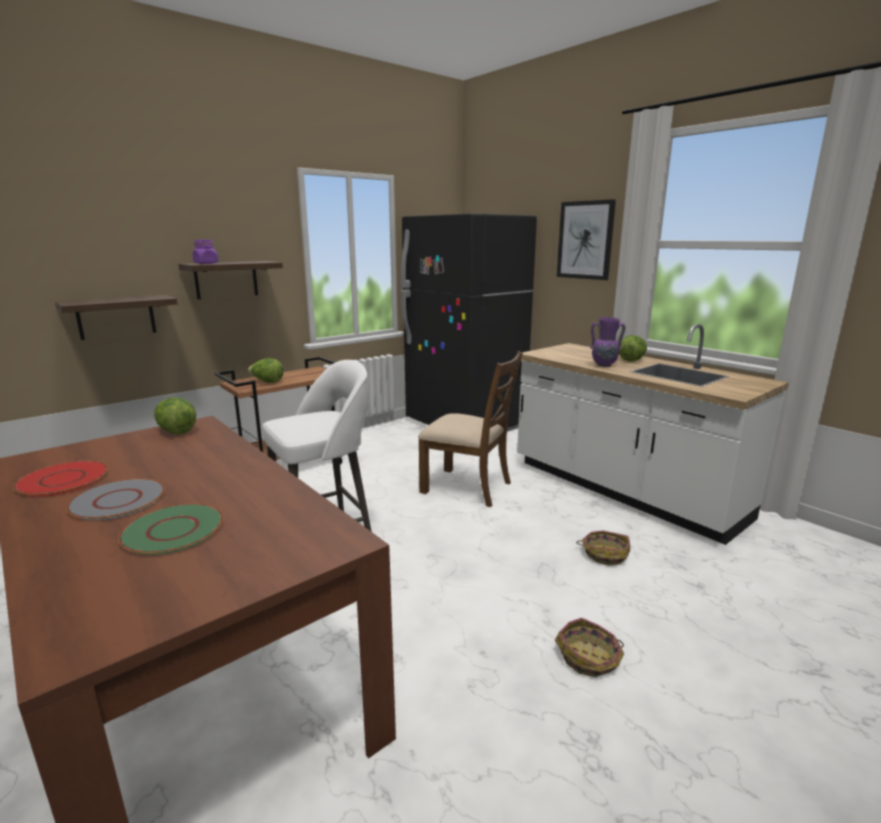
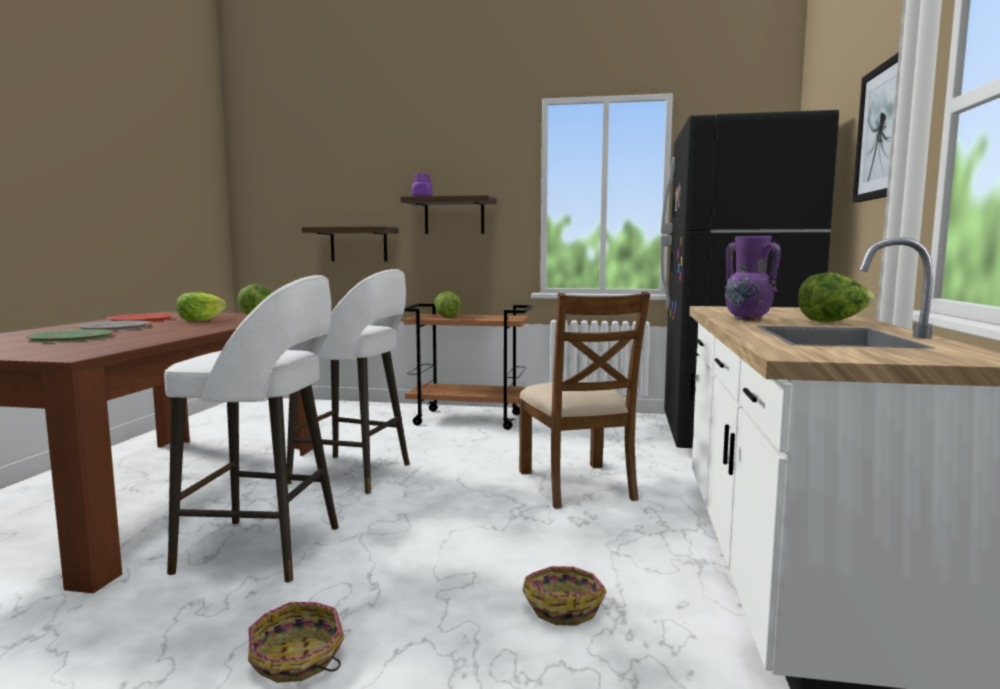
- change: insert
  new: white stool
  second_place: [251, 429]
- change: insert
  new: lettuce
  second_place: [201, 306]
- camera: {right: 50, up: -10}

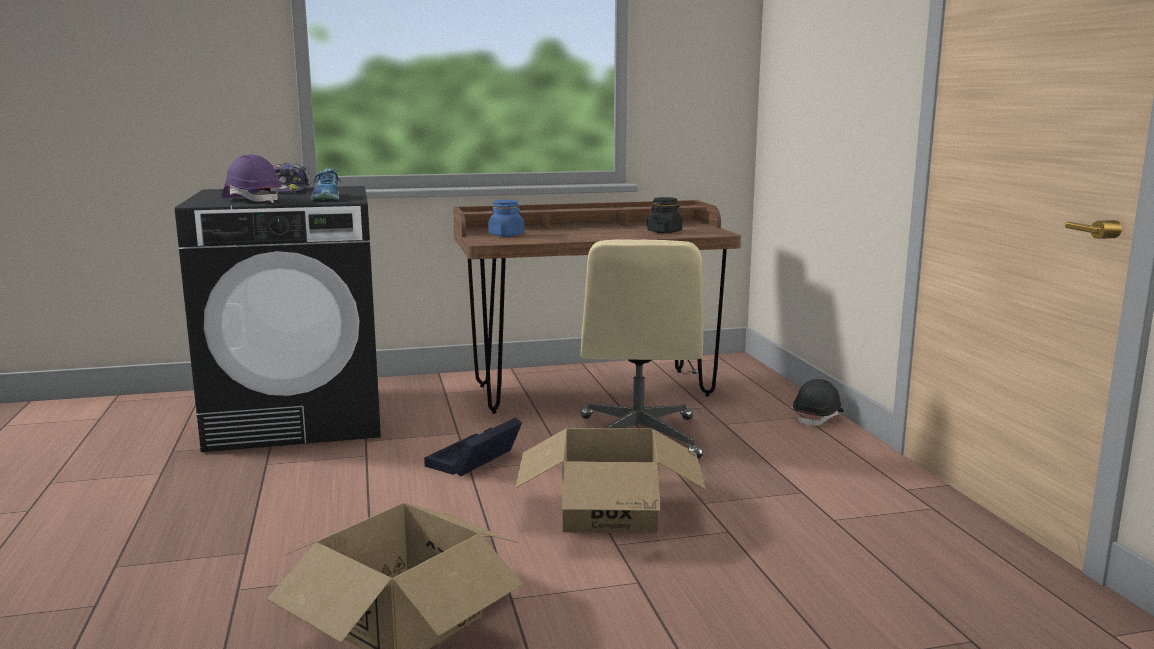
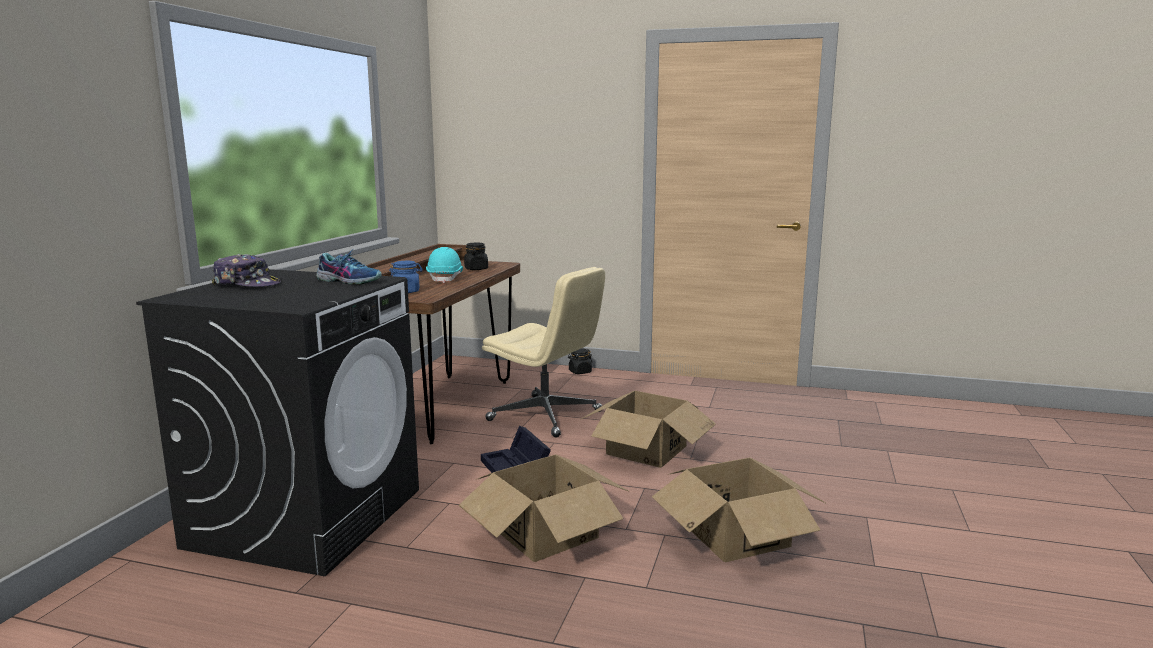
- change: delete
  old: purple hard hat
  first_place: [251, 179]
- change: replace
  old: black hard hat
  new: black jar
  first_place: [818, 403]
  second_place: [580, 361]
- change: insert
  new: turquoise hard hat
  second_place: [444, 265]
- change: insert
  new: cardboard box
  second_place: [543, 508]
- camera: {right: -60, up: 0}

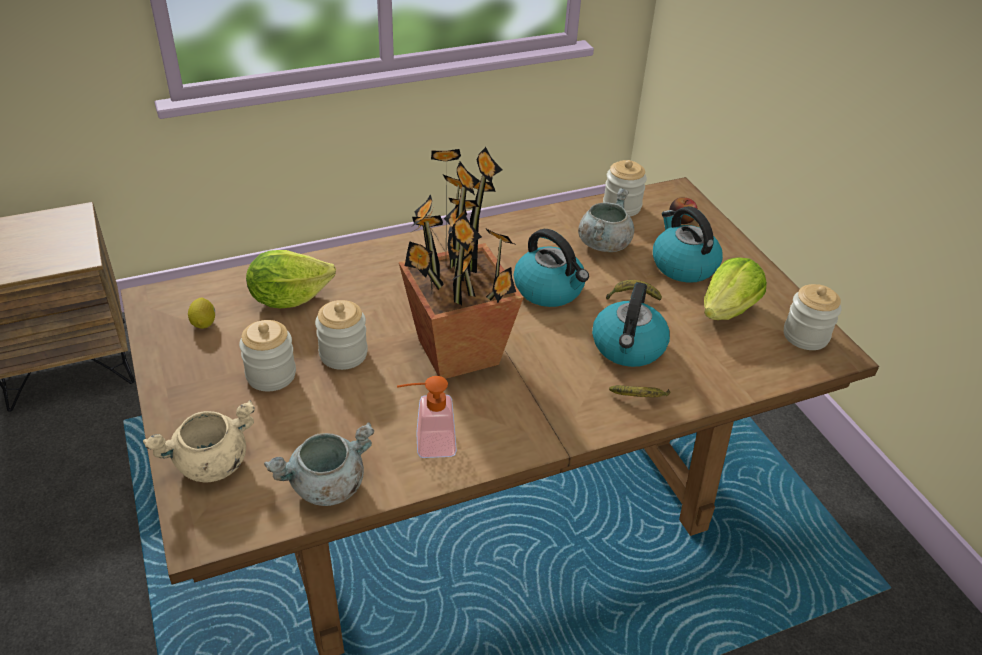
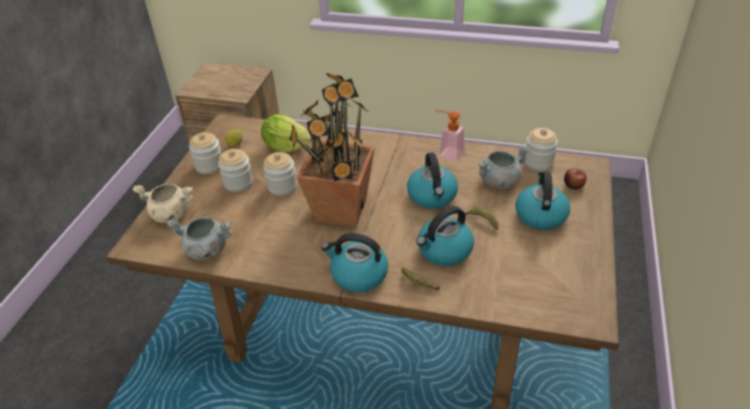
- change: move
  old: soap dispenser
  first_place: [427, 417]
  second_place: [450, 135]
- change: delete
  old: lettuce
  first_place: [735, 288]
- change: move
  old: jar
  first_place: [812, 317]
  second_place: [205, 153]
- change: insert
  new: kettle
  second_place: [354, 262]
- camera: {right: 40, up: 0}

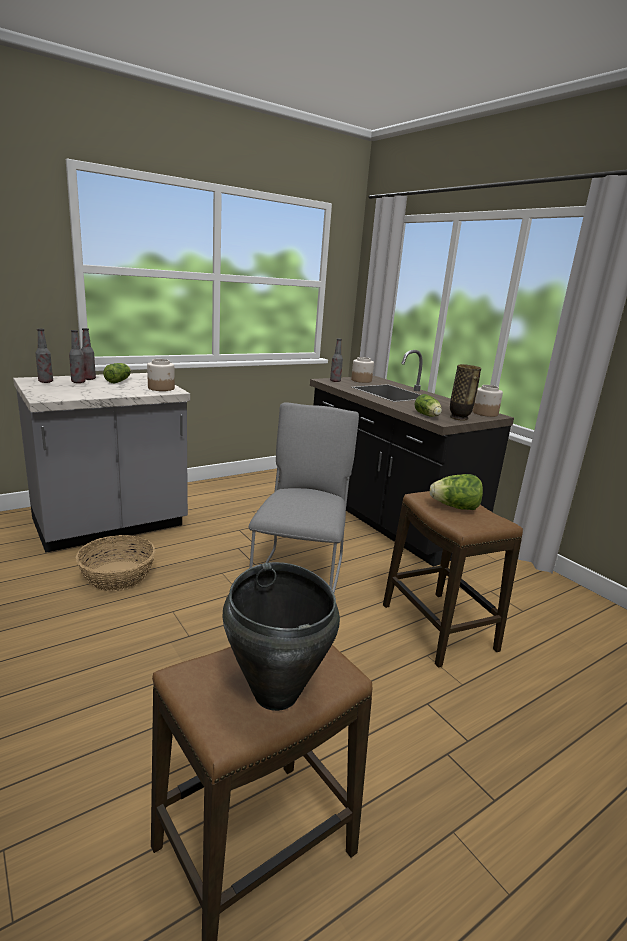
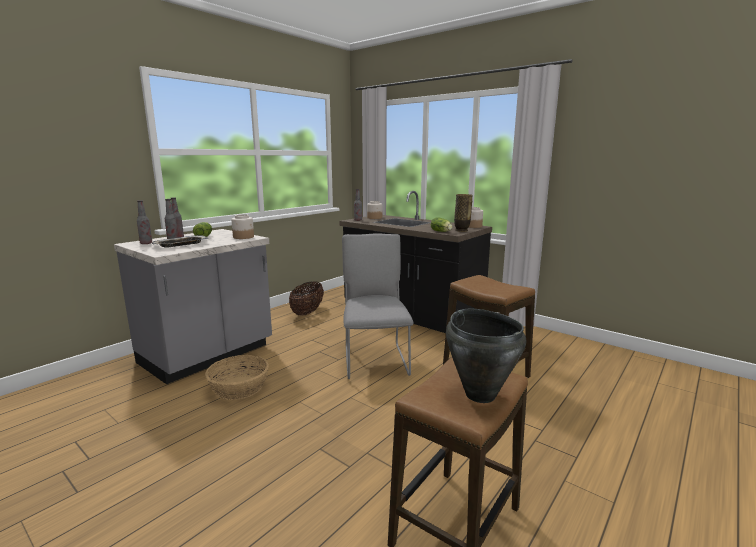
- change: delete
  old: lettuce
  first_place: [456, 492]
- change: insert
  new: tray
  second_place: [180, 241]
- change: insert
  new: basket
  second_place: [306, 298]
- camera: {right: -15, up: -5}

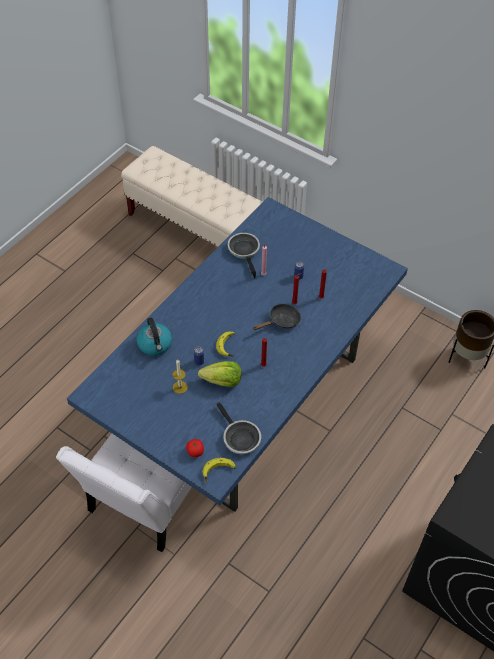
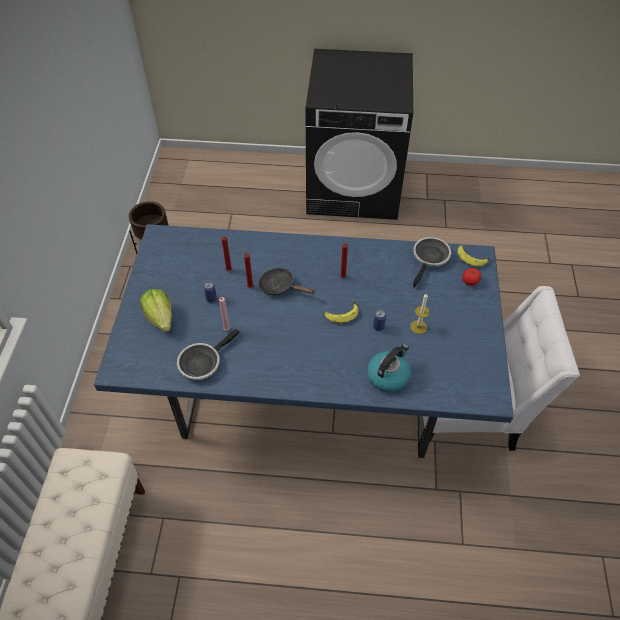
- change: move
  old: lettuce
  first_place: [219, 374]
  second_place: [156, 310]
- camera: {right: -120, up: 0}

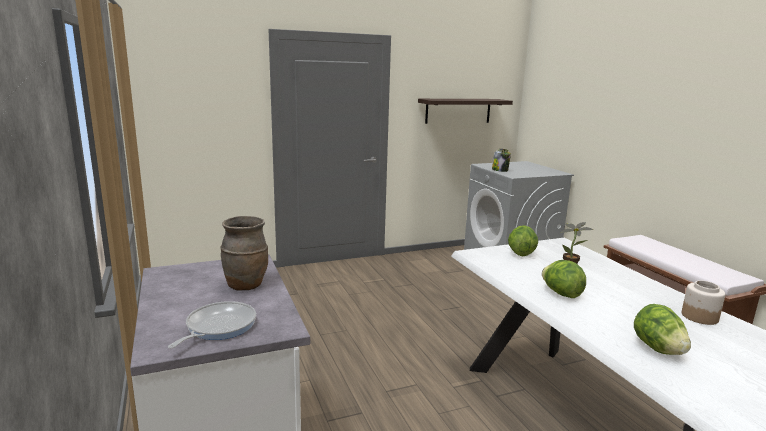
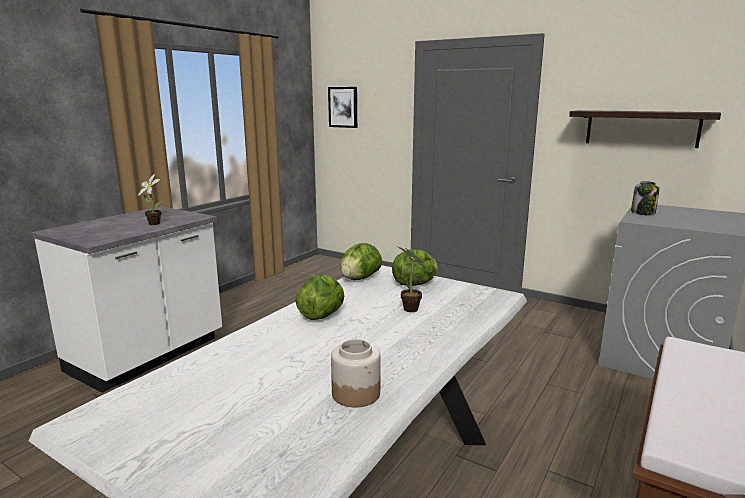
- change: delete
  old: frying pan
  first_place: [212, 325]
- change: replace
  old: brown vase
  new: potted plant
  first_place: [244, 253]
  second_place: [150, 199]
- change: move
  old: lettuce
  first_place: [662, 329]
  second_place: [361, 261]
- change: insert
  new: picture
  second_place: [342, 107]
- camera: {right: 55, up: 0}

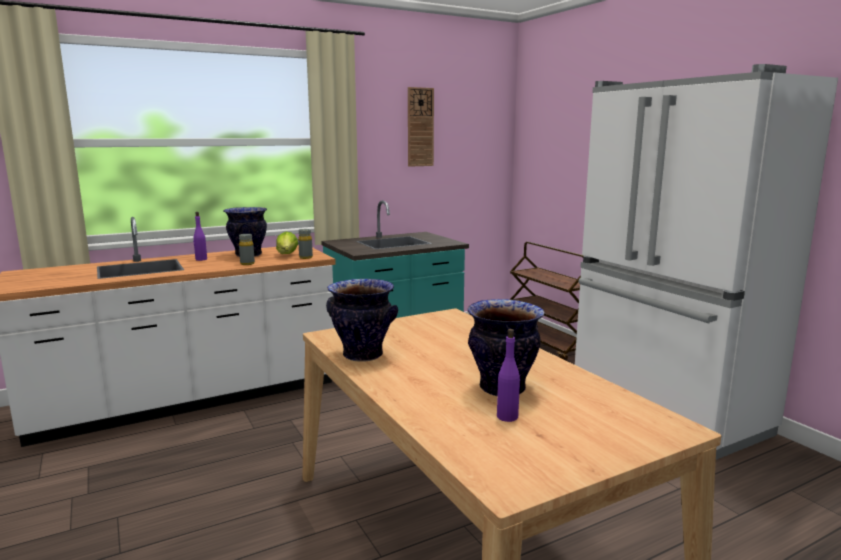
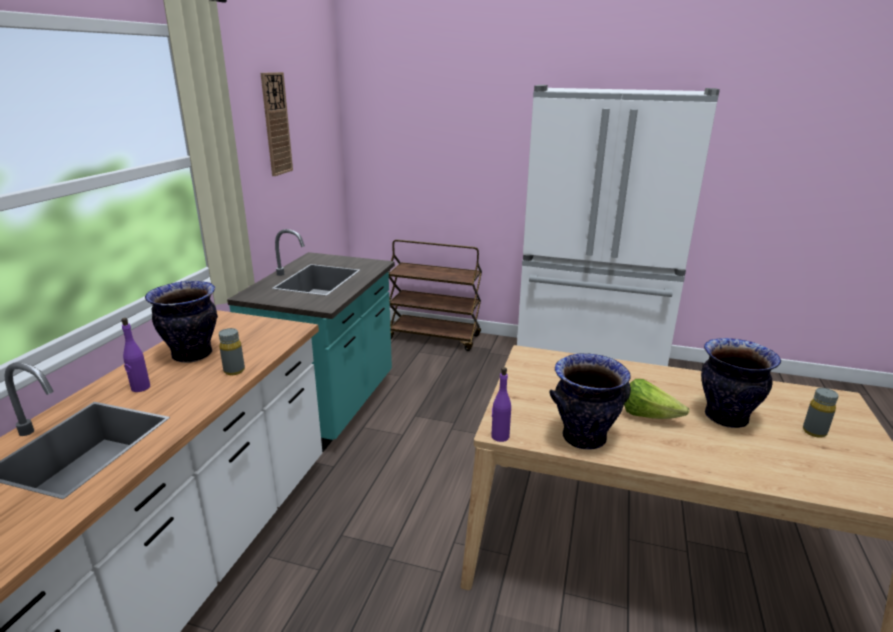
- change: move
  old: lettuce
  first_place: [287, 242]
  second_place: [656, 399]
- change: move
  old: grey bottle
  first_place: [305, 244]
  second_place: [821, 413]
- change: move
  old: purple bottle
  first_place: [508, 375]
  second_place: [501, 404]
- camera: {right: -45, up: 10}

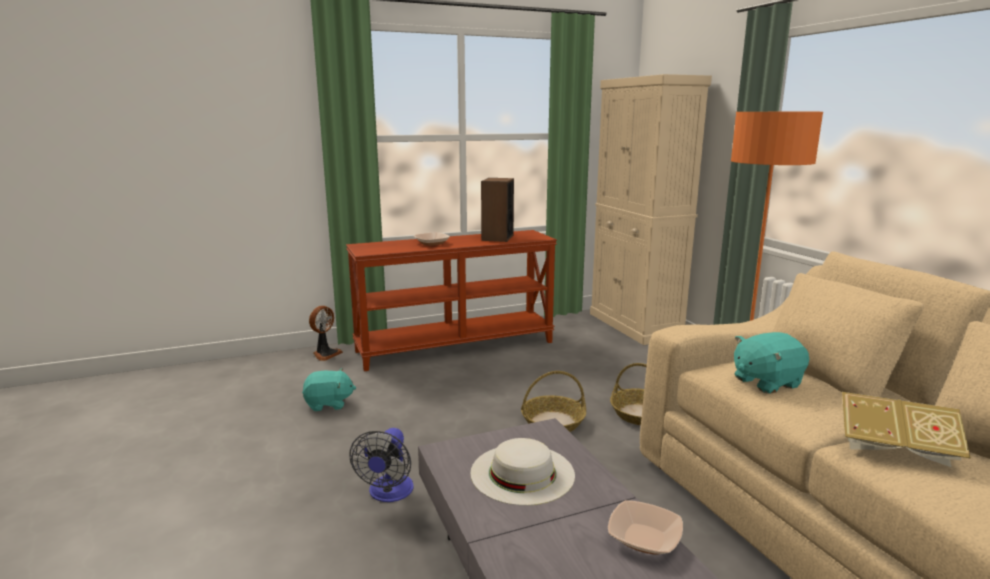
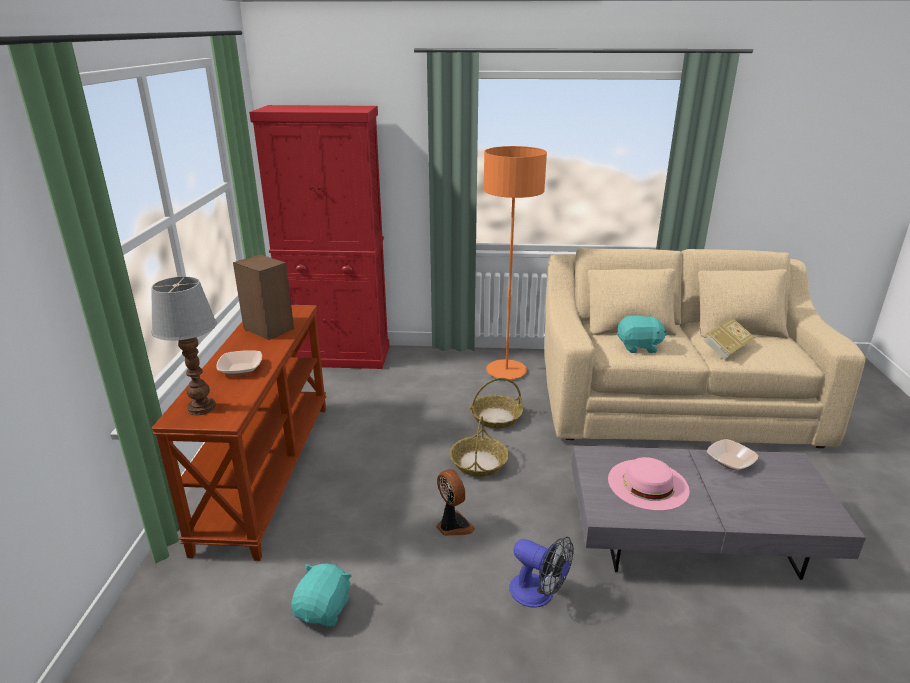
- change: move
  old: fan
  first_place: [326, 333]
  second_place: [455, 502]
- change: recolor
  old: white hat
  new: pink hat
  first_place: [522, 472]
  second_place: [648, 484]
- change: recolor
  old: beige cabinet
  new: red cabinet
  first_place: [651, 209]
  second_place: [319, 237]
- change: rotate
  old: turquoise plush toy
  first_place: [771, 363]
  second_place: [642, 333]
  degrees: -90
- change: insert
  new: table lamp
  second_place: [184, 346]
- camera: {right: -65, up: 10}

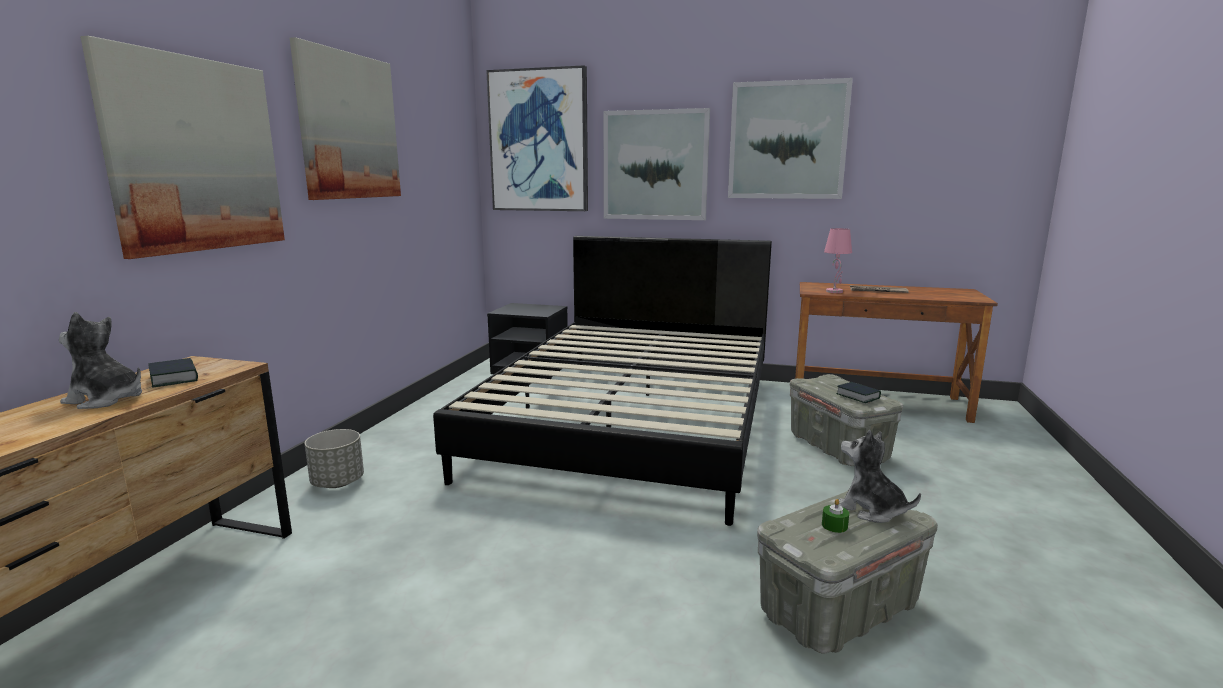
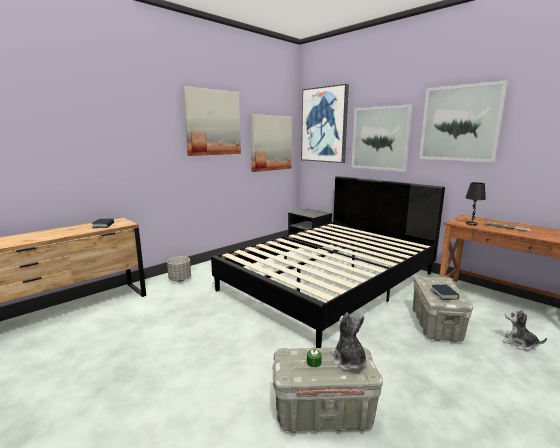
- change: move
  old: plush toy
  first_place: [100, 360]
  second_place: [525, 330]
- change: move
  old: picture
  first_place: [182, 147]
  second_place: [271, 143]
- change: recolor
  old: pink table lamp
  new: black table lamp
  first_place: [838, 260]
  second_place: [475, 204]
- camera: {right: 30, up: 0}

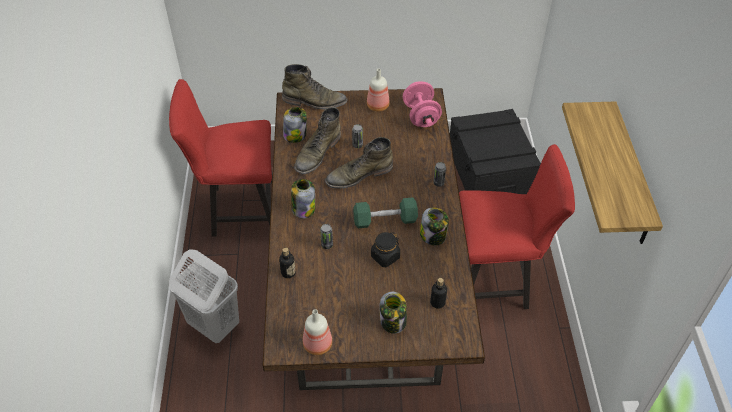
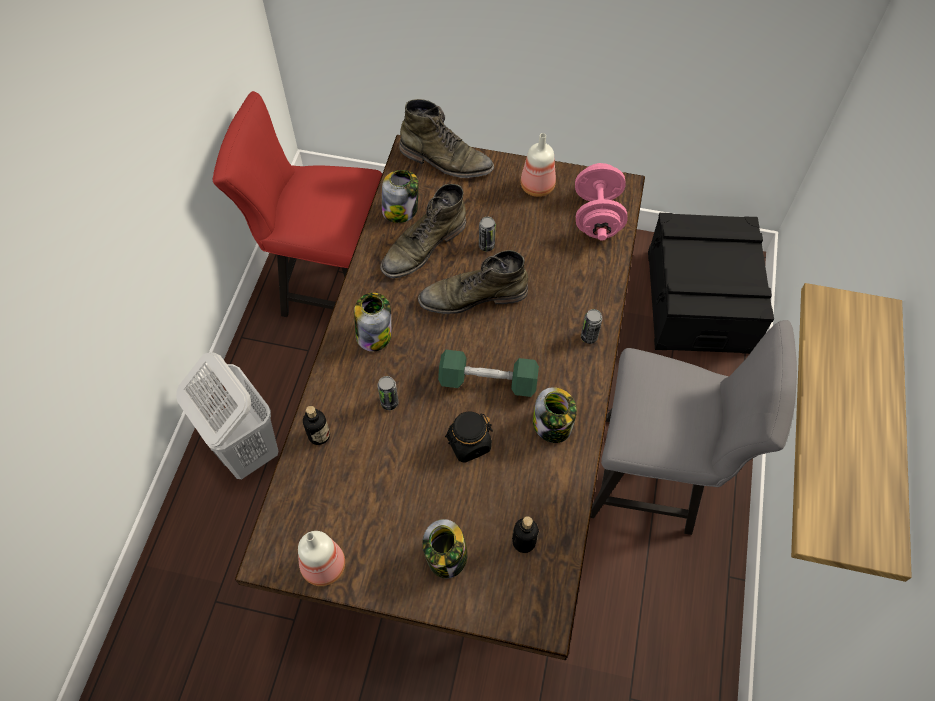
- change: recolor
  old: red chair
  new: grey chair
  first_place: [517, 226]
  second_place: [693, 427]
- camera: {right: 15, up: 10}

